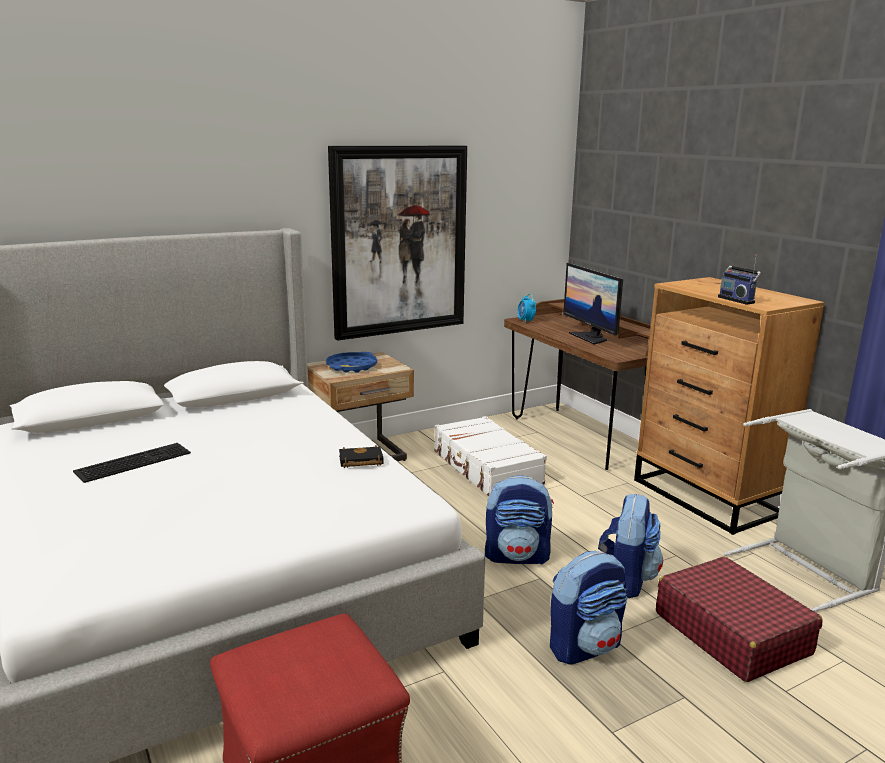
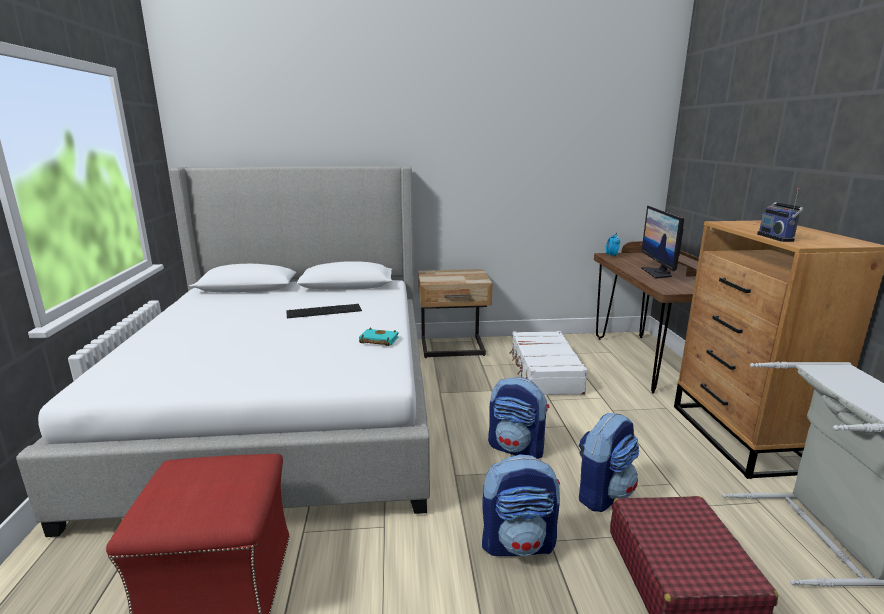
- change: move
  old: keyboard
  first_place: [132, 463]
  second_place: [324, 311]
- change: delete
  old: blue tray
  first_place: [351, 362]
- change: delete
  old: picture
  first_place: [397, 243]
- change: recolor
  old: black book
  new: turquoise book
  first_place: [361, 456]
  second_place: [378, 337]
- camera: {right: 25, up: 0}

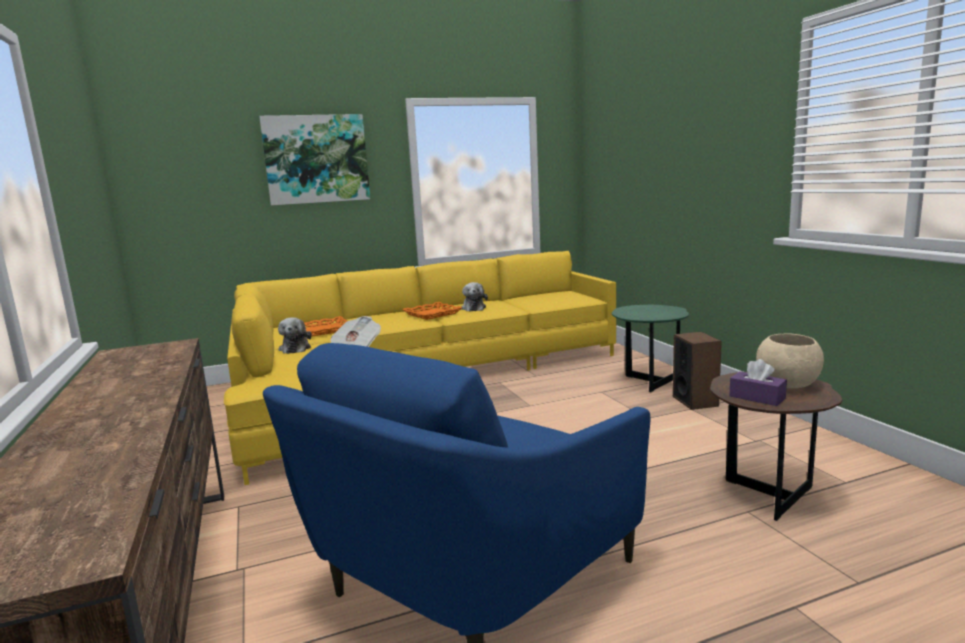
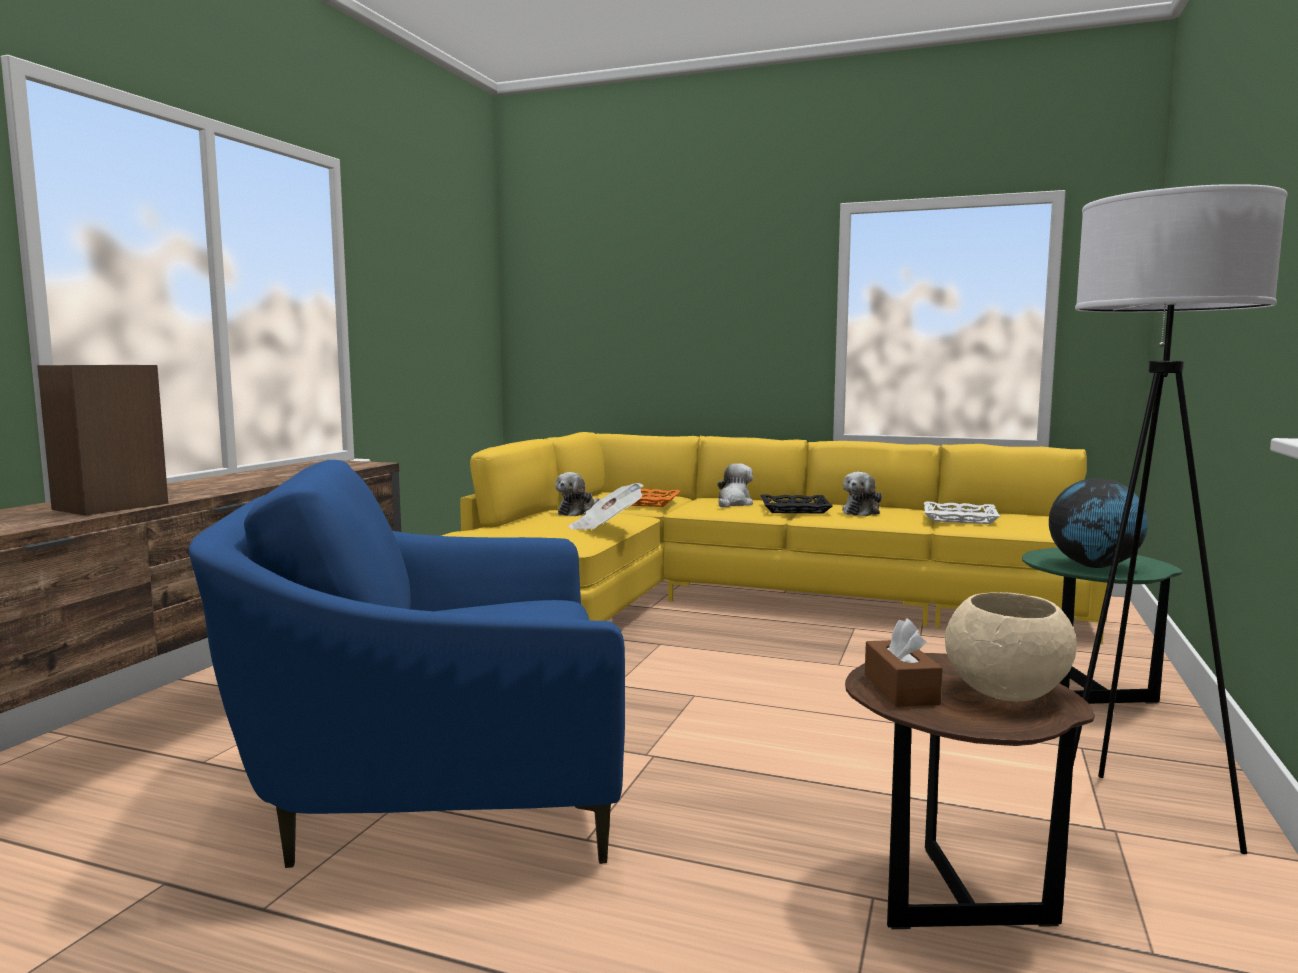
- change: delete
  old: picture
  first_place: [314, 159]
- change: recolor
  old: orange tray
  new: black tray
  first_place: [432, 311]
  second_place: [797, 504]
- change: move
  old: speaker
  first_place: [697, 371]
  second_place: [102, 440]
- change: recolor
  old: purple tissue box
  new: brown tissue box
  first_place: [758, 382]
  second_place: [904, 663]
- change: insert
  new: plush toy
  second_place: [735, 485]
- change: insert
  new: white tray
  second_place: [962, 512]
- change: insert
  new: globe
  second_place: [1098, 523]
- change: insert
  new: white floor lamp
  second_place: [1180, 519]
- camera: {right: 40, up: -5}

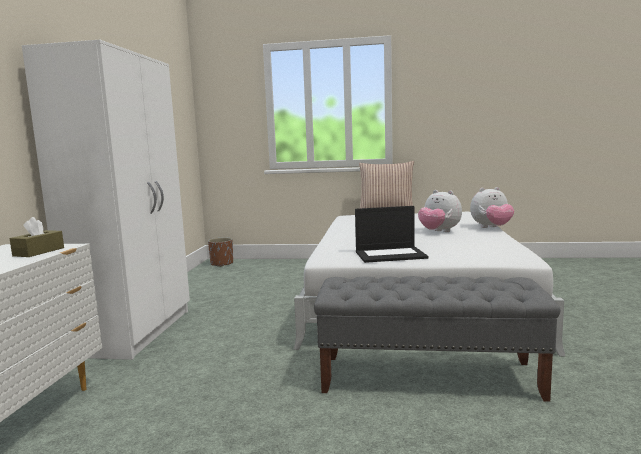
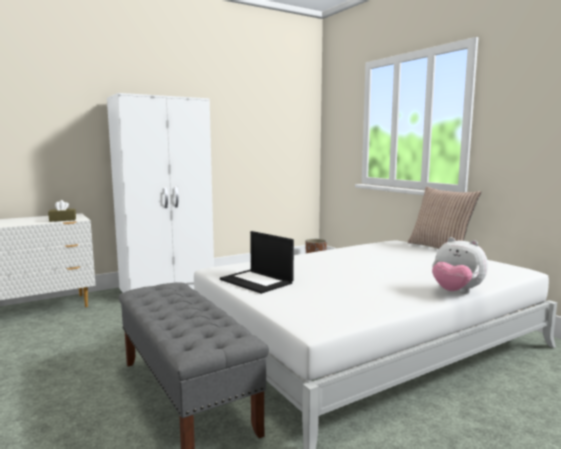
- change: delete
  old: plush toy
  first_place: [440, 211]
- camera: {right: 50, up: 0}

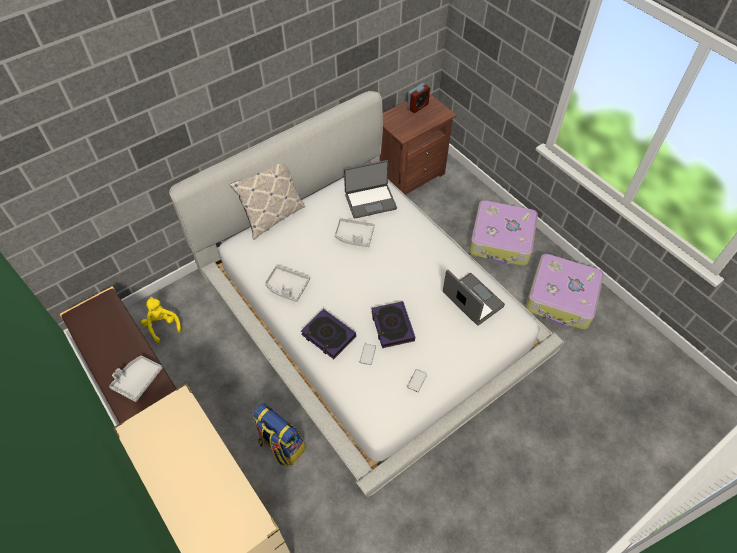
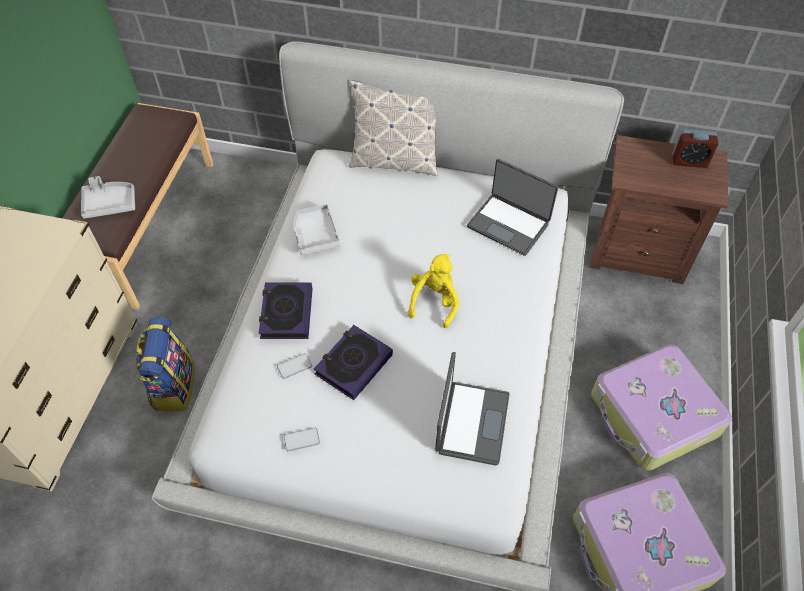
- change: move
  old: yellow plush toy
  first_place: [161, 320]
  second_place: [433, 291]
- change: delete
  old: grey tray
  first_place: [354, 232]
- camera: {right: 50, up: 0}

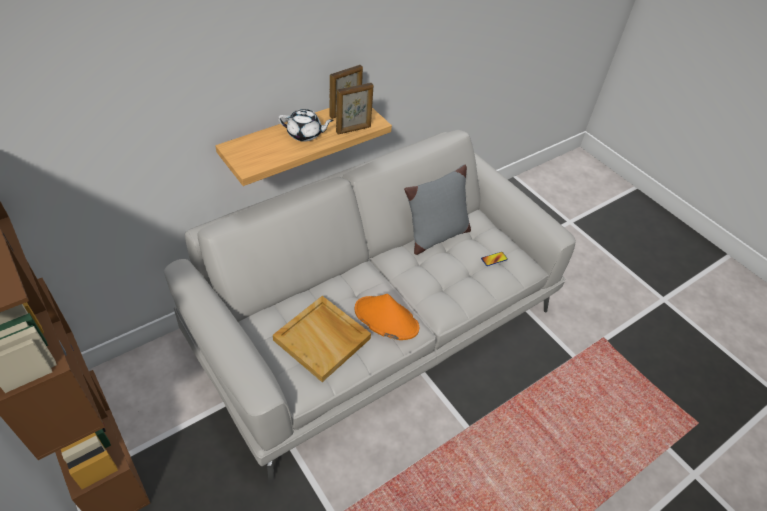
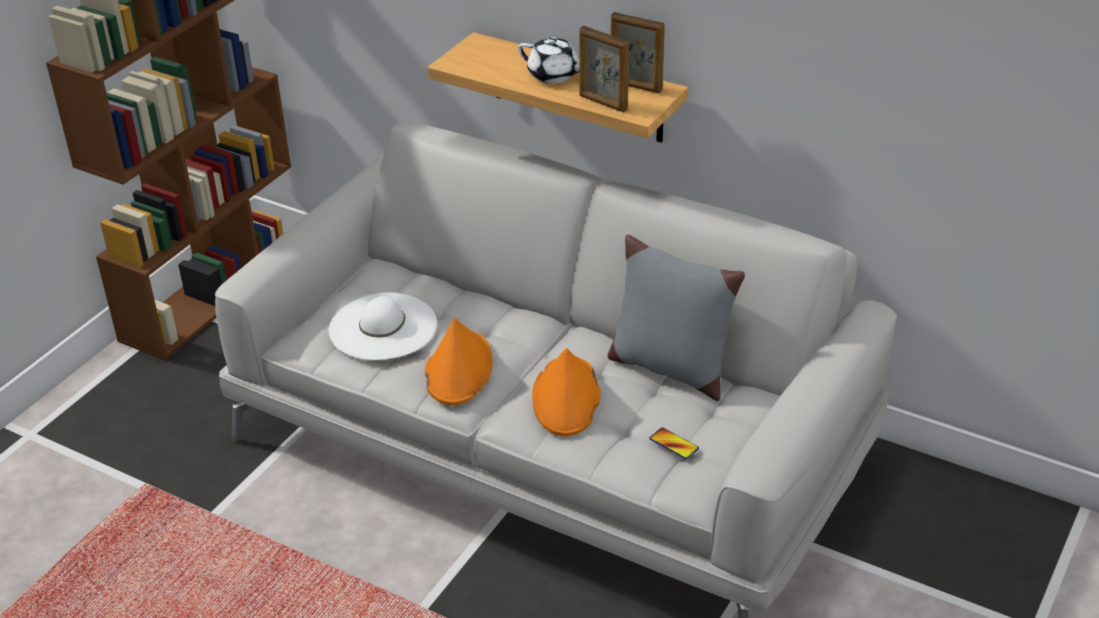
- change: replace
  old: beige tray
  new: white hat
  first_place: [322, 339]
  second_place: [383, 326]
- change: rotate
  old: white teapot
  first_place: [306, 125]
  second_place: [548, 60]
  degrees: -45
- change: insert
  new: orange hat
  second_place: [566, 392]
- camera: {right: 70, up: -10}

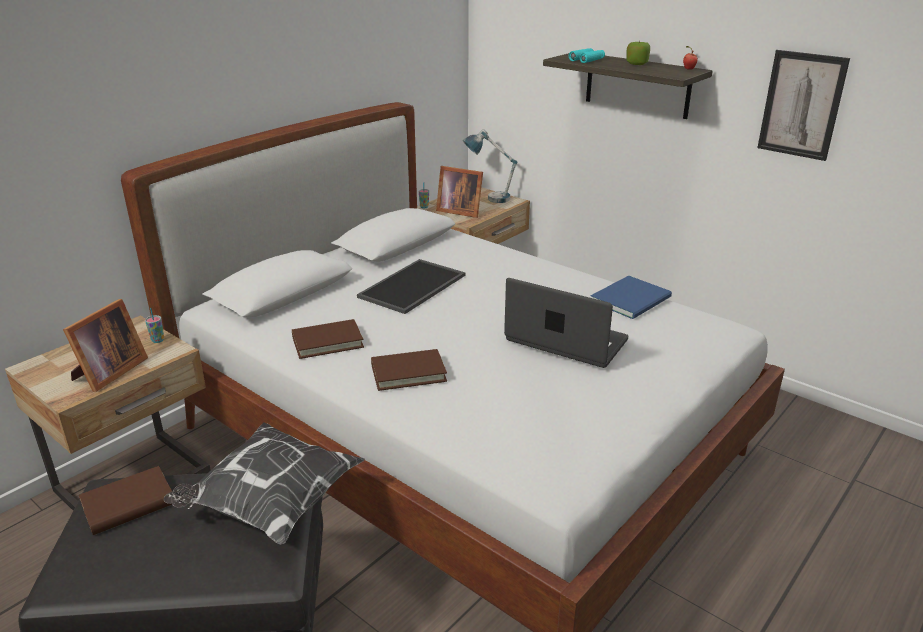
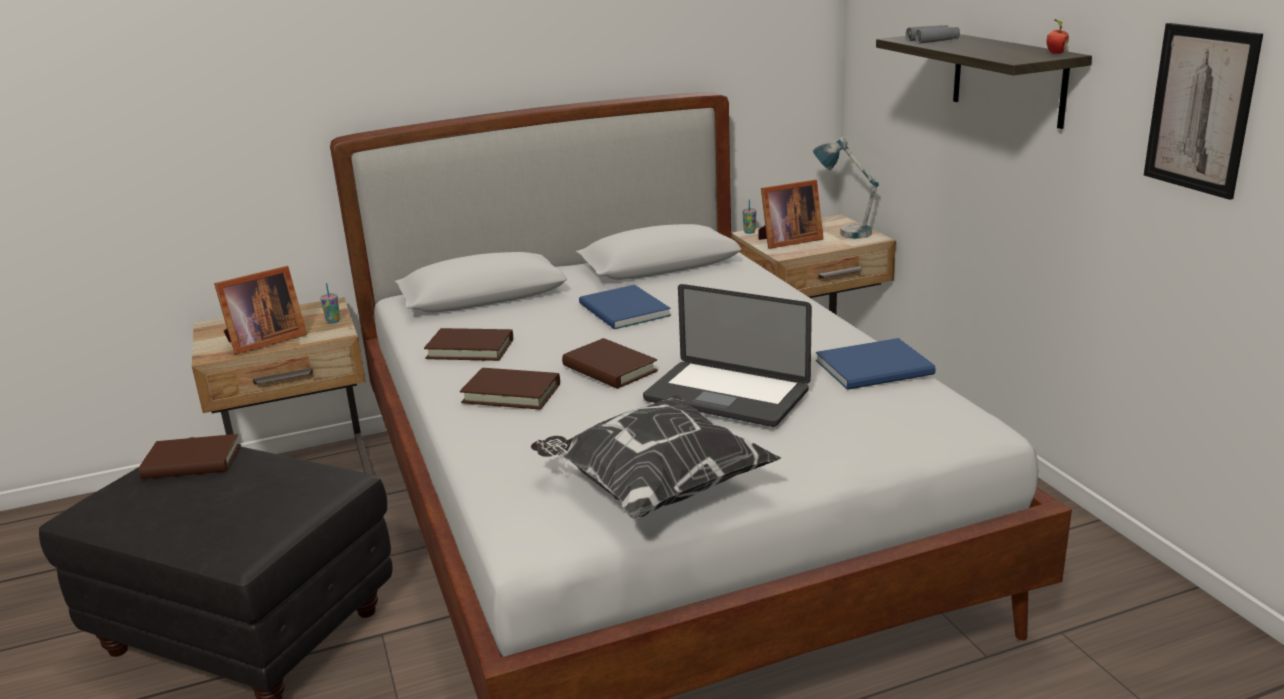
- change: move
  old: pillow
  first_place: [264, 483]
  second_place: [656, 457]
- change: replace
  old: tray
  new: blue book
  first_place: [411, 286]
  second_place: [625, 307]
- change: rotate
  old: picture frame
  first_place: [459, 192]
  second_place: [791, 214]
  degrees: -75
- change: rotate
  old: laptop
  first_place: [566, 323]
  second_place: [727, 355]
  degrees: 150
- change: recolor
  old: turquoise binoculars
  new: grey binoculars
  first_place: [587, 55]
  second_place: [933, 34]
- change: delete
  old: apple
  first_place: [638, 53]
- change: insert
  new: brown book
  second_place: [610, 363]
- camera: {right: 30, up: -5}

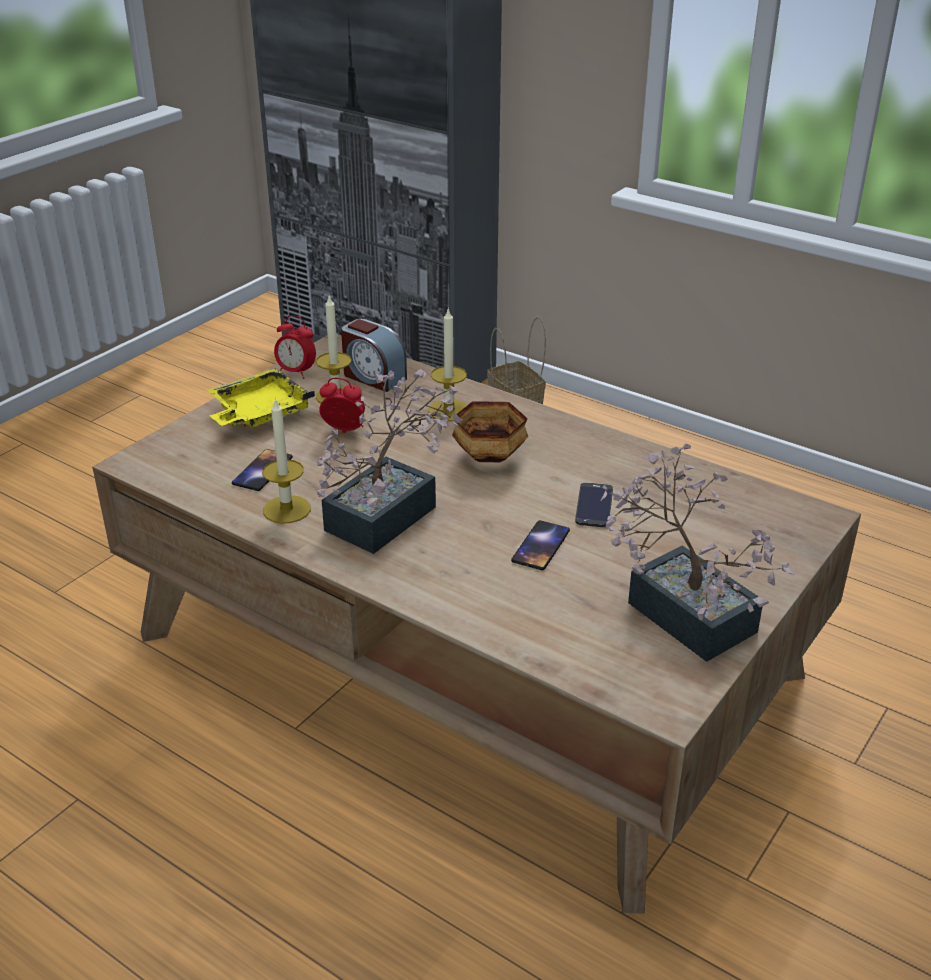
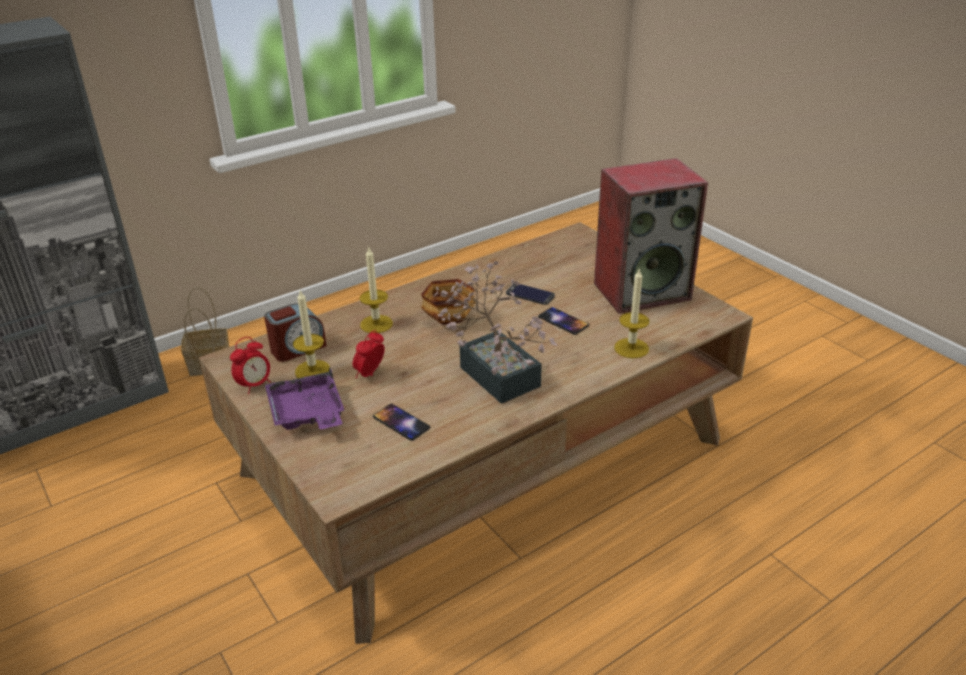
- change: recolor
  old: yellow tray
  new: purple tray
  first_place: [261, 397]
  second_place: [305, 399]
- change: move
  old: candle
  first_place: [286, 460]
  second_place: [631, 312]
- change: replace
  old: potted plant
  new: speaker
  first_place: [698, 553]
  second_place: [651, 236]
- camera: {right: -70, up: 0}

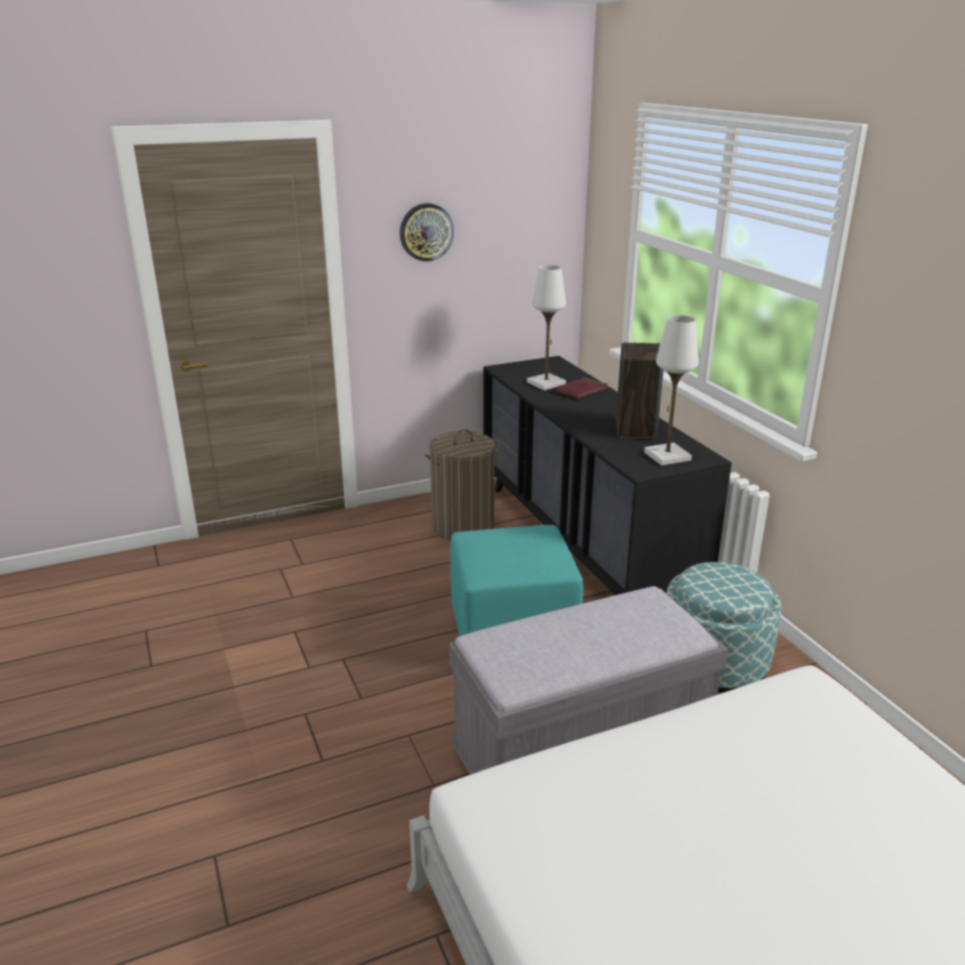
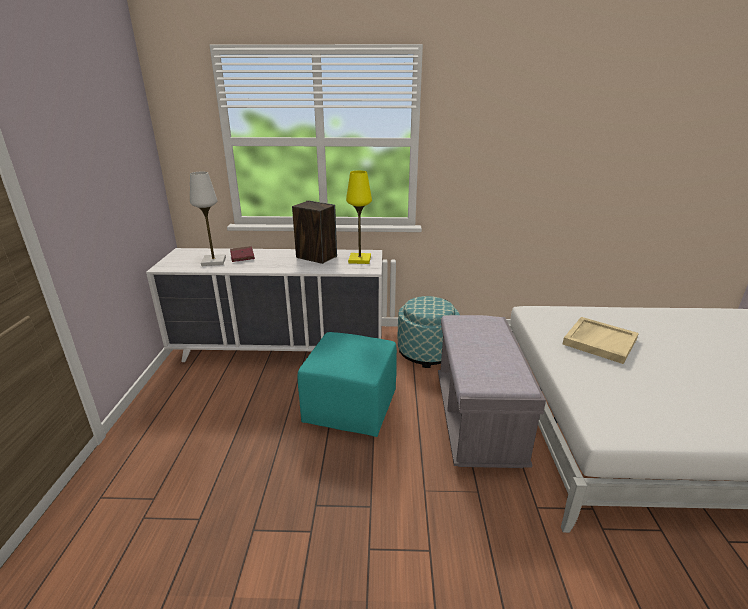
- change: delete
  old: wall clock
  first_place: [427, 232]
- change: delete
  old: laundry basket
  first_place: [462, 485]
- change: recolor
  old: black dresser
  new: white dresser
  first_place: [607, 475]
  second_place: [264, 305]
- change: recolor
  old: white table lamp
  new: yellow table lamp
  first_place: [671, 390]
  second_place: [359, 217]
- change: insert
  new: beige tray
  second_place: [601, 340]
- camera: {right: -65, up: 0}

